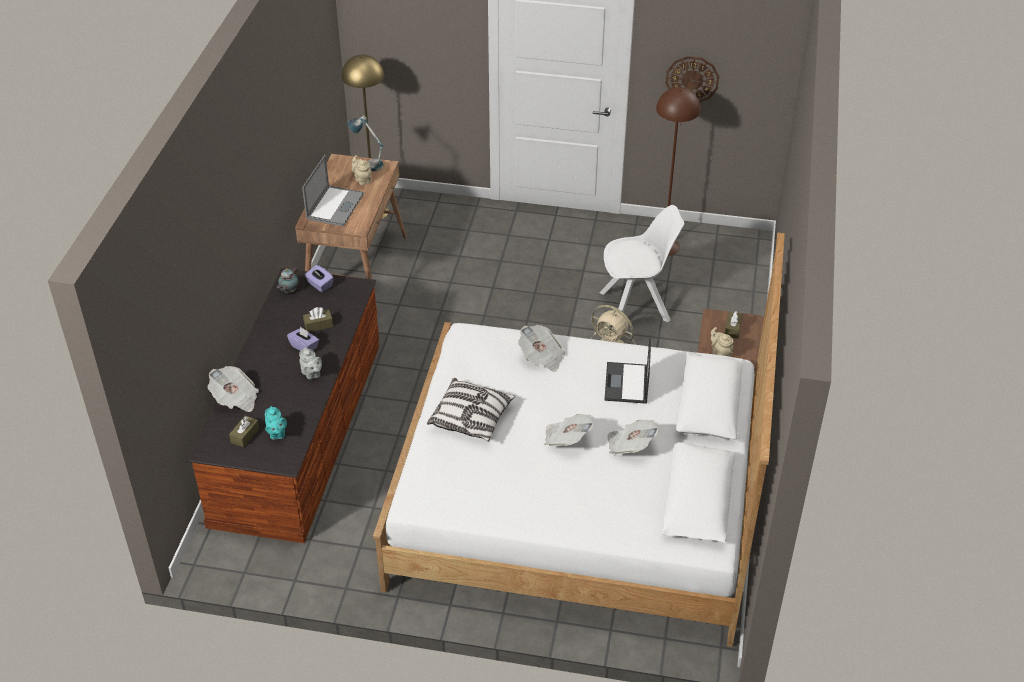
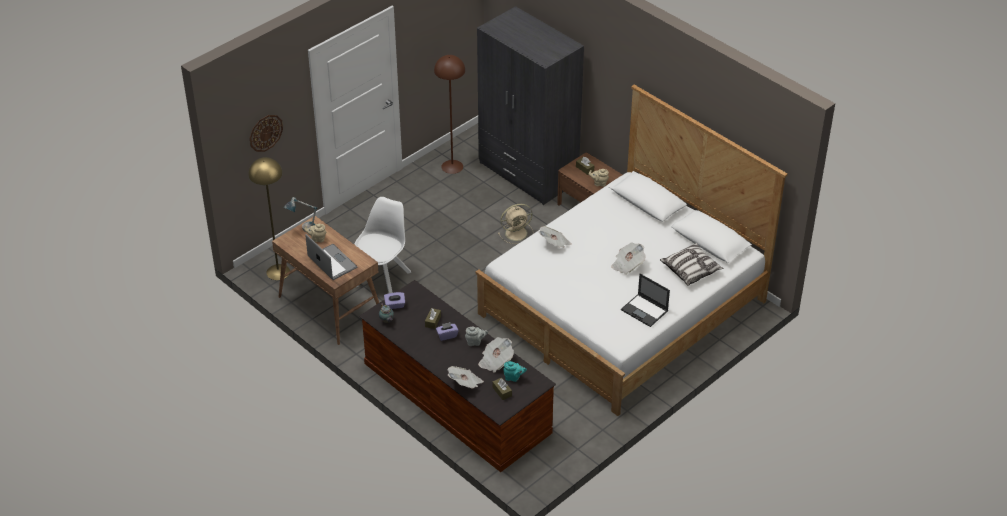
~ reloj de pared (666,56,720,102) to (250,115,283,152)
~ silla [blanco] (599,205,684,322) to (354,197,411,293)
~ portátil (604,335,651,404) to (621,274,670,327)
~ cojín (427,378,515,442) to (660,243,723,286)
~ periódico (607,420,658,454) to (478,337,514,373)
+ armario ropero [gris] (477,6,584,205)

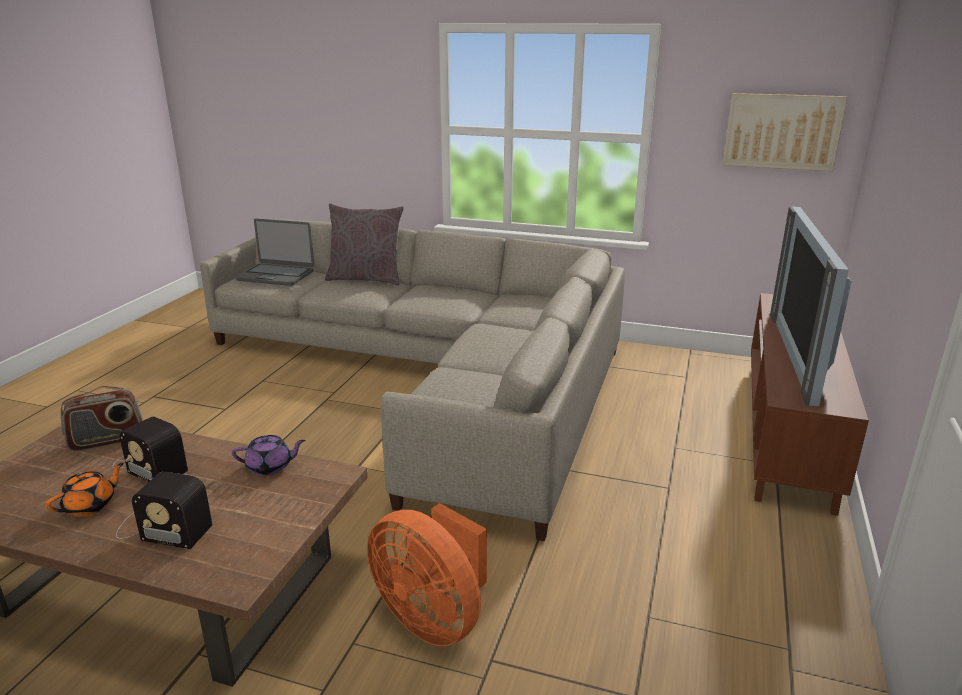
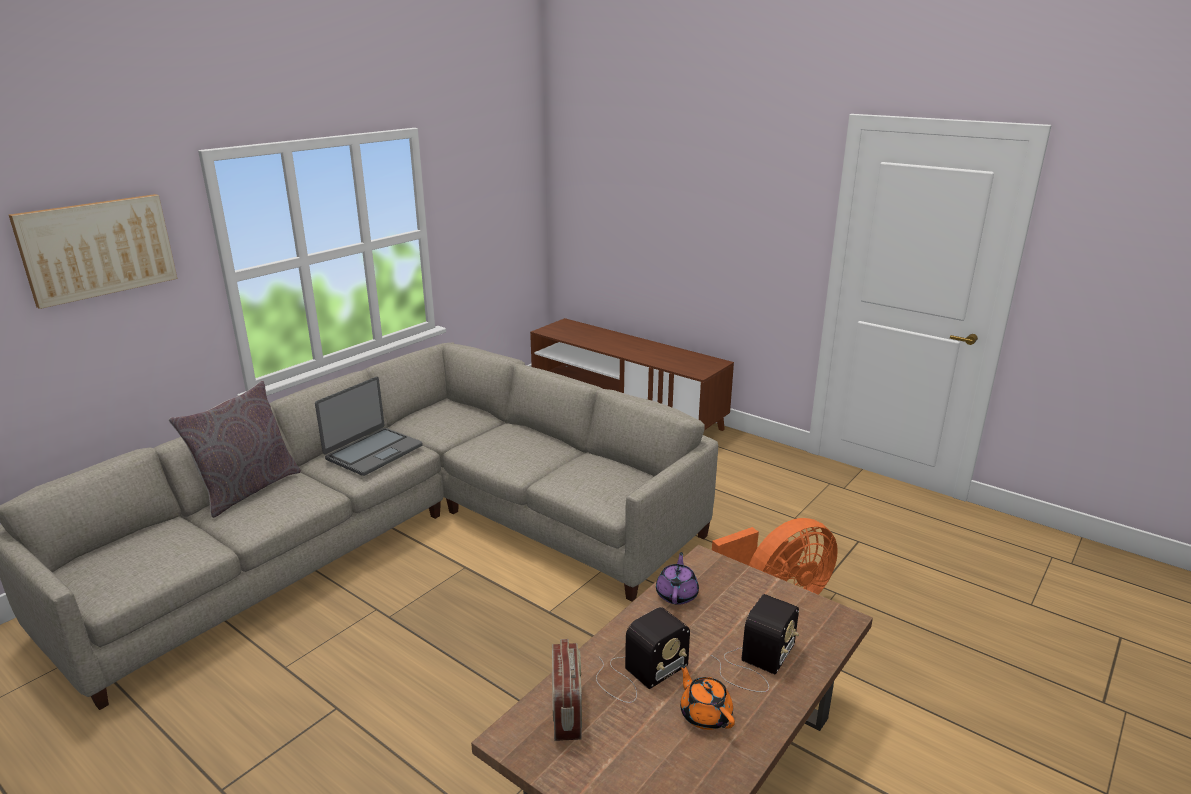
~ cuadro (722,93,847,171) to (9,194,177,309)
- televisor (770,207,852,406)
~ portátil (235,219,314,286) to (315,377,423,476)

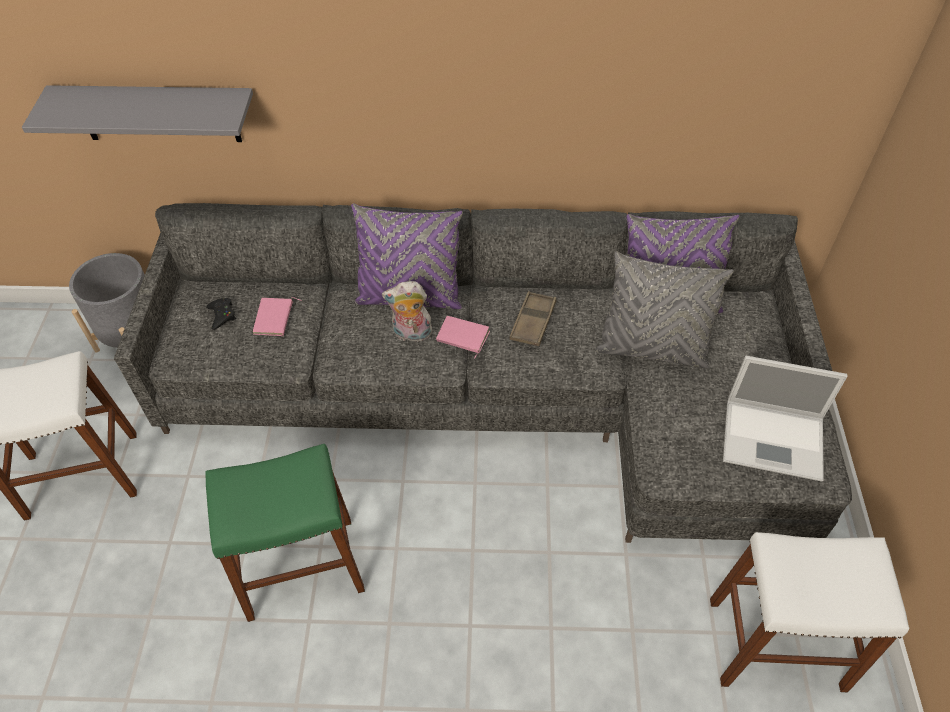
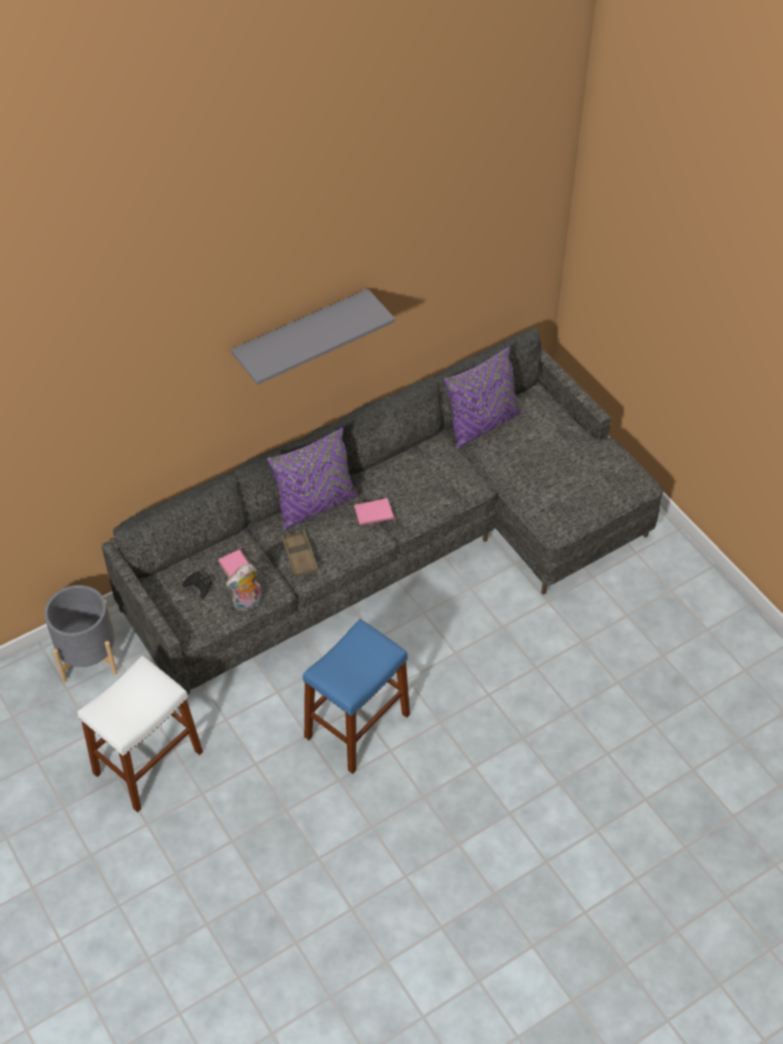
~ estante [gris] (22,85,253,142) to (231,289,395,385)
- cojín [gris] (595,251,734,368)
~ peluche (382,281,432,342) to (226,564,262,611)
~ bandeja [marrón] (510,291,557,346) to (282,530,318,577)
- portátil (723,356,848,482)
~ taburete [verde] (205,444,365,622) to taburete [azul] (303,619,410,774)
- taburete [blanco] (710,532,909,692)

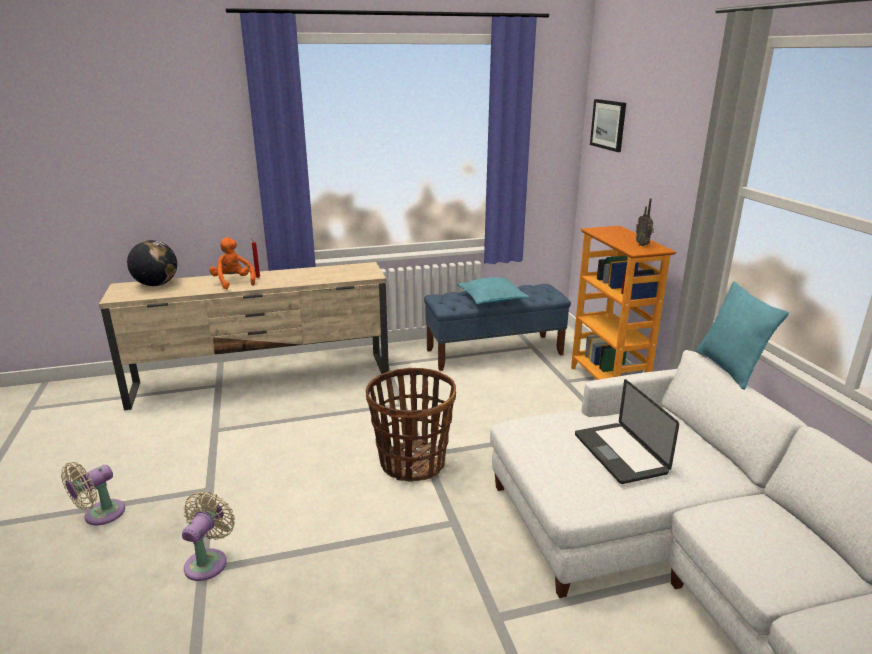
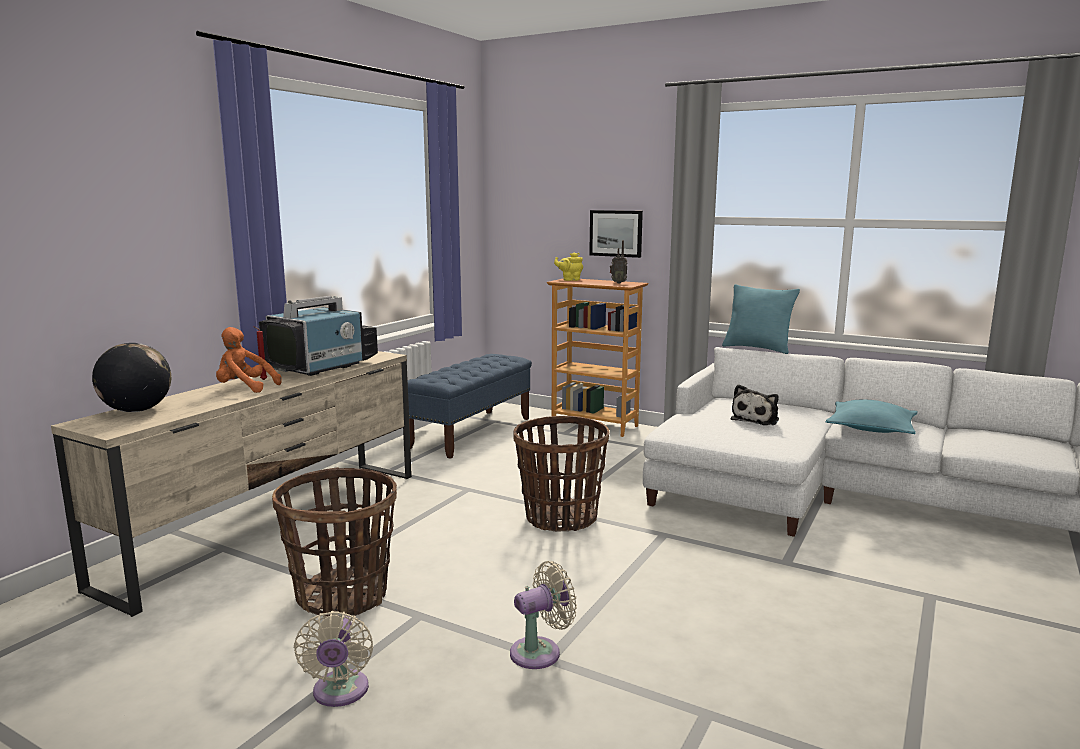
~ cuadro (590,99,626,152) to (589,210,643,258)
~ cojín [turquesa] (457,277,530,304) to (825,400,918,434)
~ portátil (575,379,679,484) to peluche (731,384,779,425)
~ ventilador [beis] (182,491,235,581) = (510,561,577,669) 90 degrees clockwise
+ tetera [amarillo] (554,252,583,281)
+ televisor (259,296,378,376)
+ cesta (272,467,397,617)

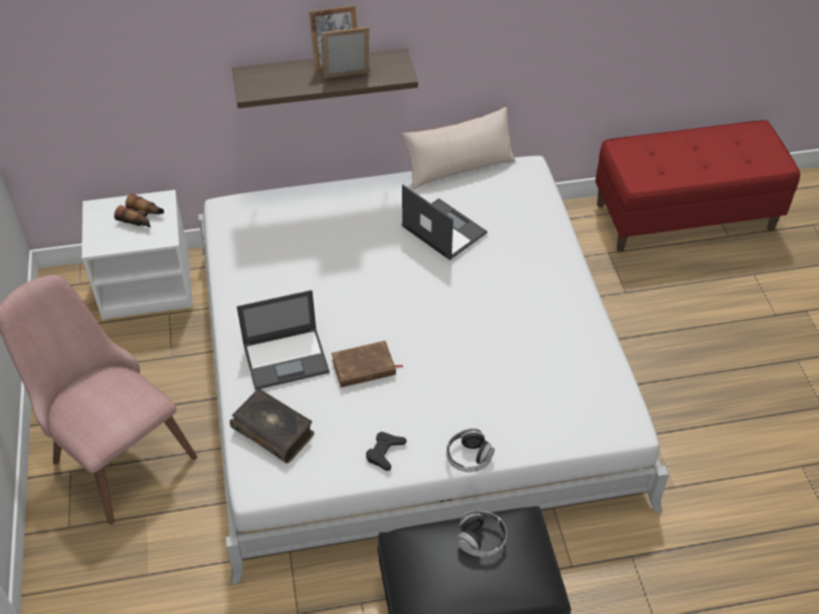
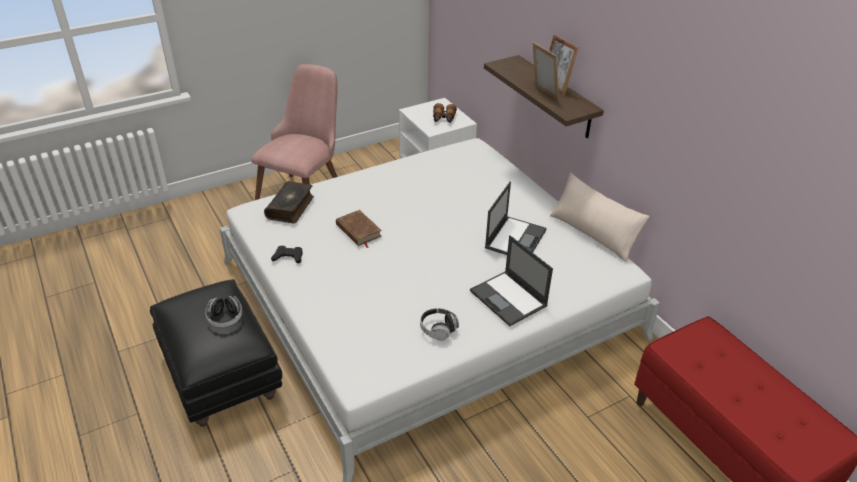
~ portátil (237,290,330,390) to (470,235,553,326)
~ auriculares (446,428,495,472) to (420,308,459,341)

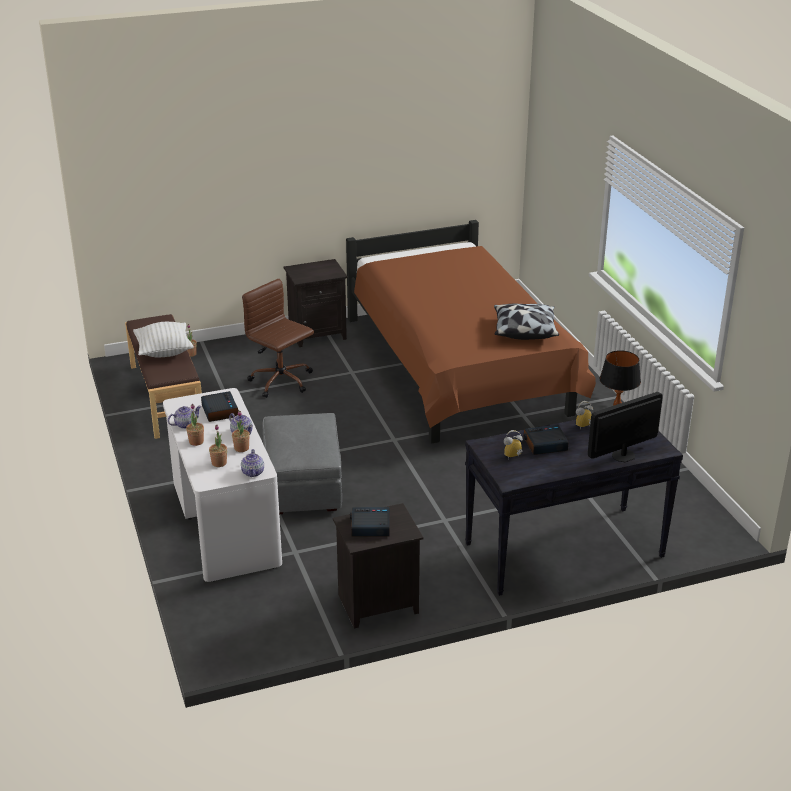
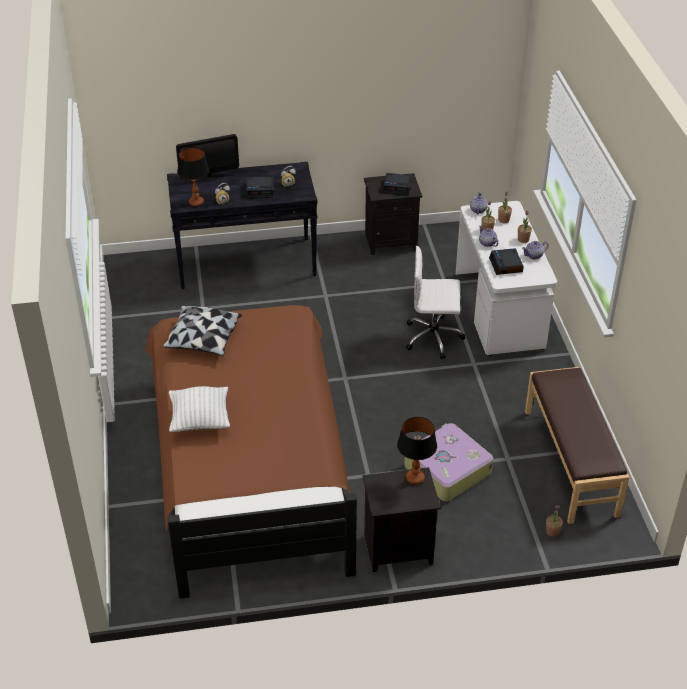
~ silla de oficina [marrón] (242,279,314,398) to maleta (404,423,493,501)
~ cojín [blanco] (133,322,194,357) to (169,386,230,432)
~ puf [gris] (262,413,342,514) to silla de oficina [blanco] (406,246,465,359)
+ lámpara de mesa (397,417,437,485)

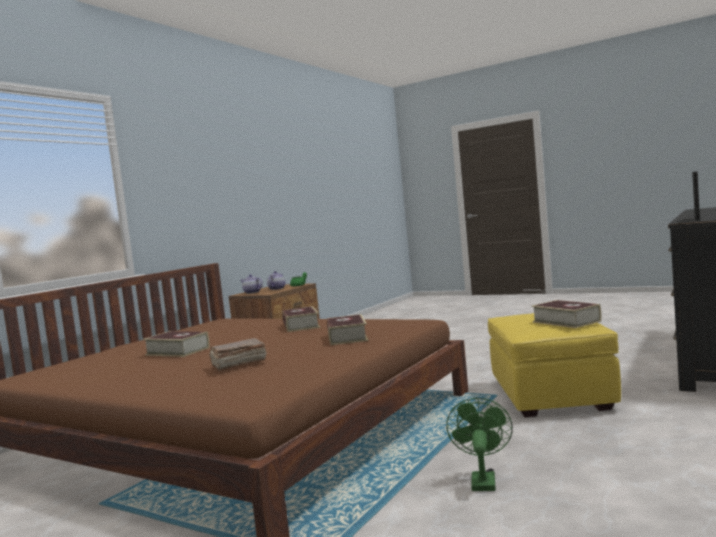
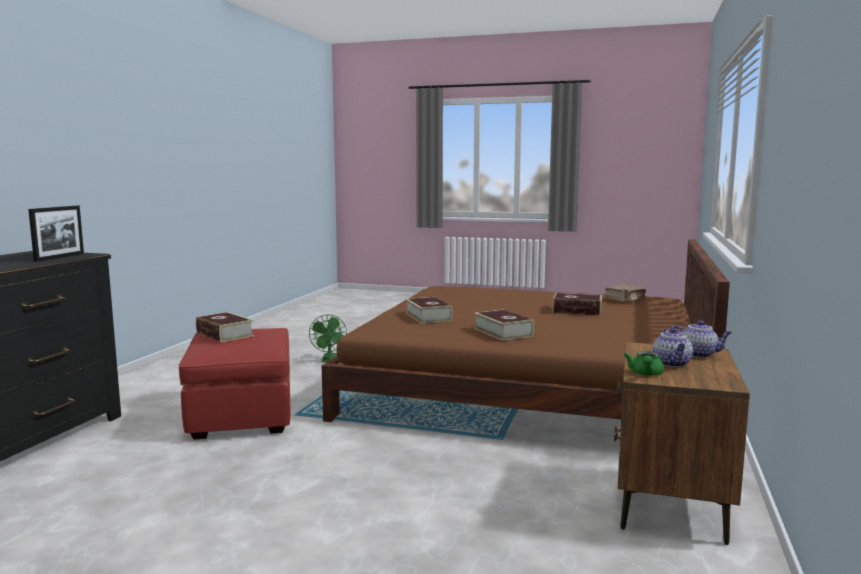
~ puf [amarillo] (488,313,621,417) to puf [rojo] (179,328,290,440)
~ libro [marrón] (209,338,267,371) to (605,284,646,302)

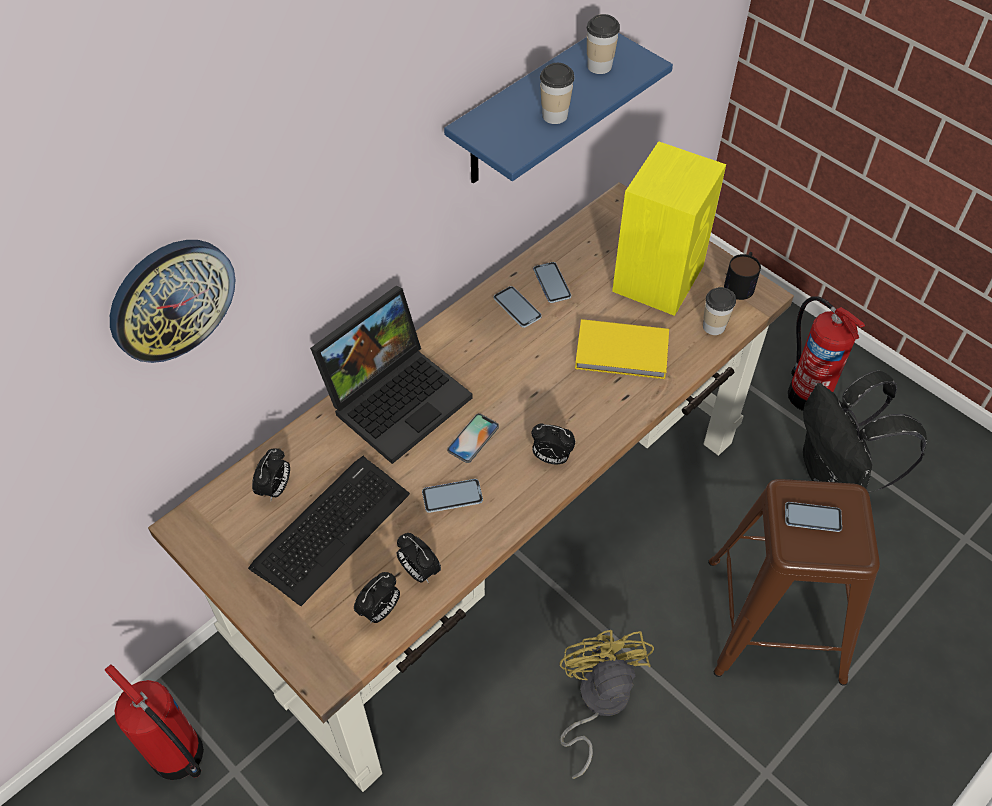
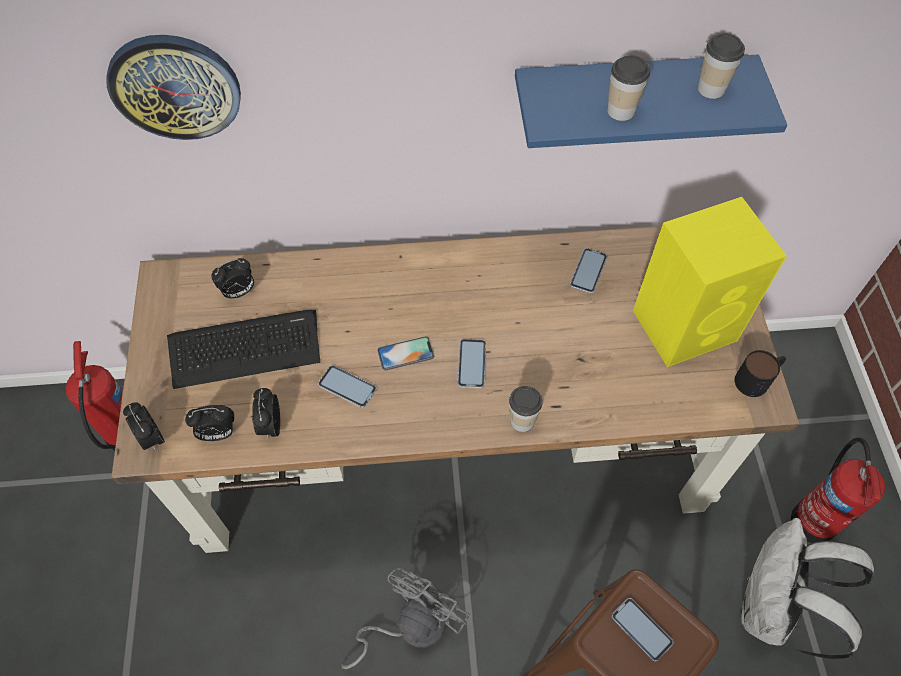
- portátil (310,285,473,464)
~ móvil (494,286,542,328) to (458,339,486,388)
~ taza (703,287,736,335) to (509,386,543,432)
- libro [amarillo] (575,319,669,379)
~ mochila [negro] (803,370,927,492) to mochila [blanco] (741,518,874,659)
~ despertador (531,424,575,464) to (123,402,165,451)
~ ventilador [amarillo] (559,630,654,779) to ventilador [gris] (341,568,470,669)

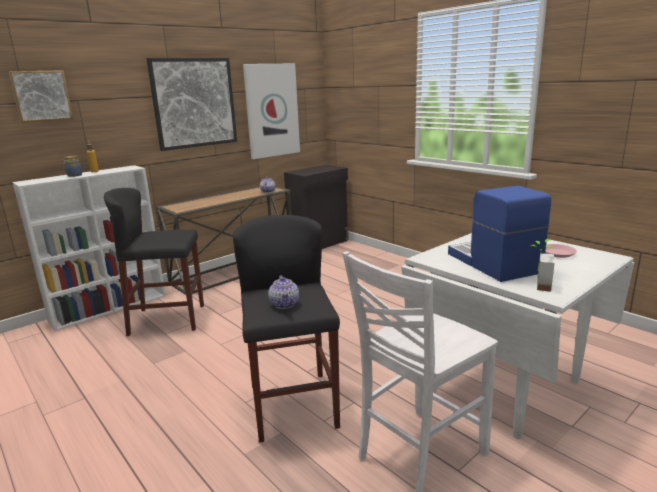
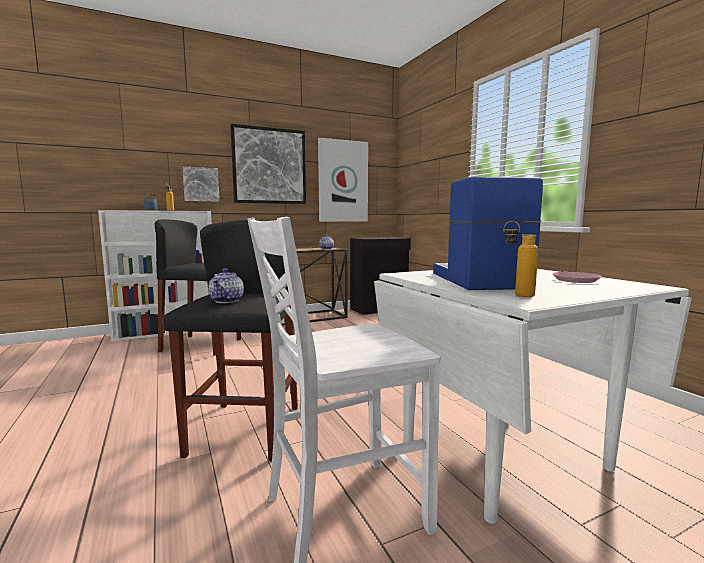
~ cuadro (8,70,73,122) to (181,165,221,203)
~ planta en maceta (530,239,555,292) to botella (504,221,538,297)

